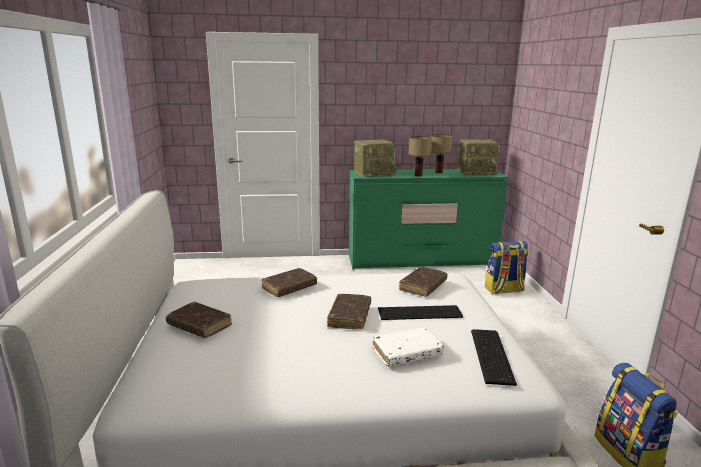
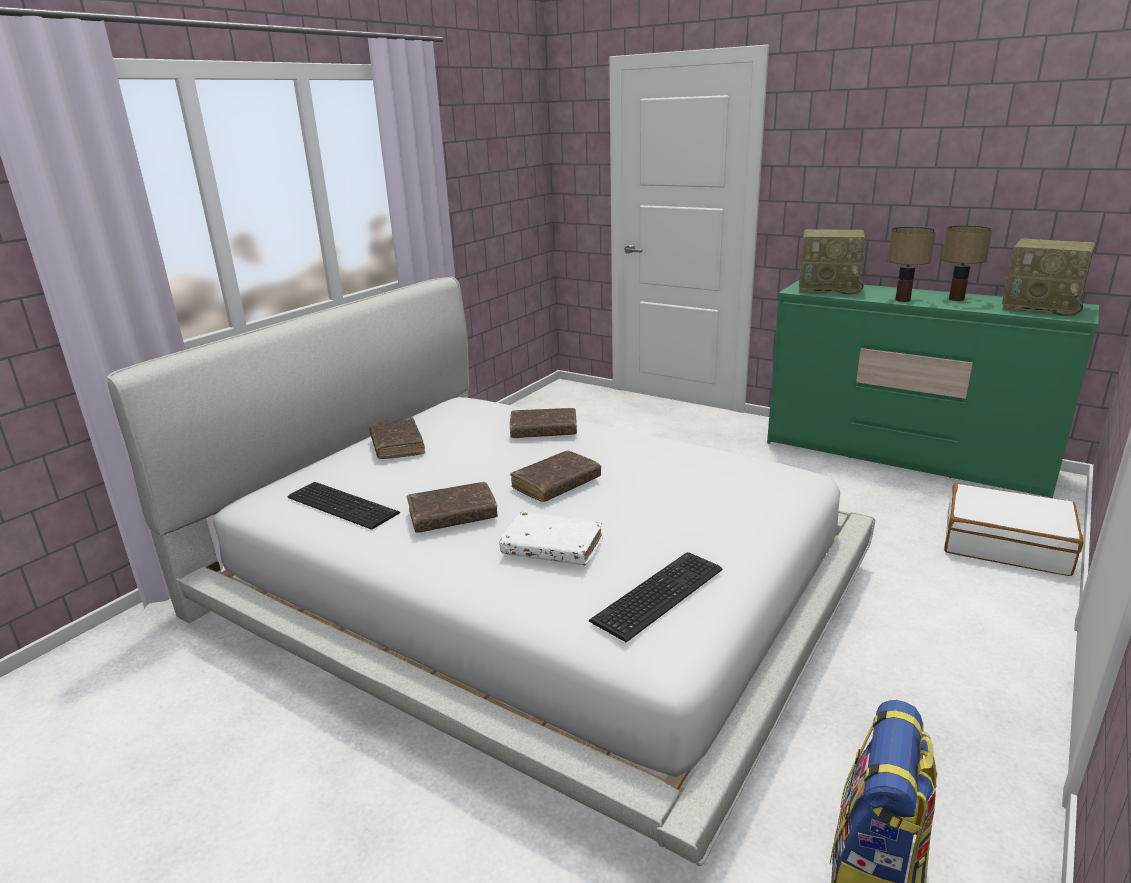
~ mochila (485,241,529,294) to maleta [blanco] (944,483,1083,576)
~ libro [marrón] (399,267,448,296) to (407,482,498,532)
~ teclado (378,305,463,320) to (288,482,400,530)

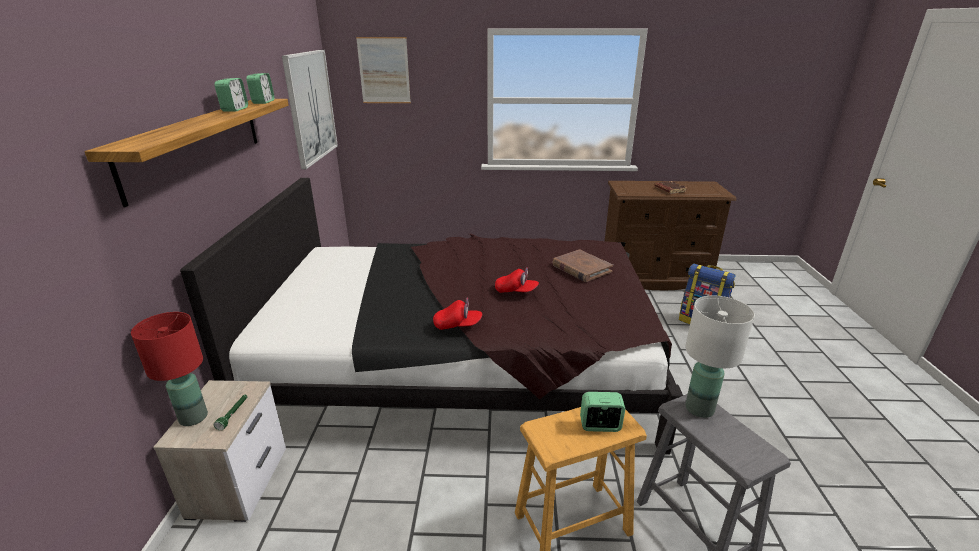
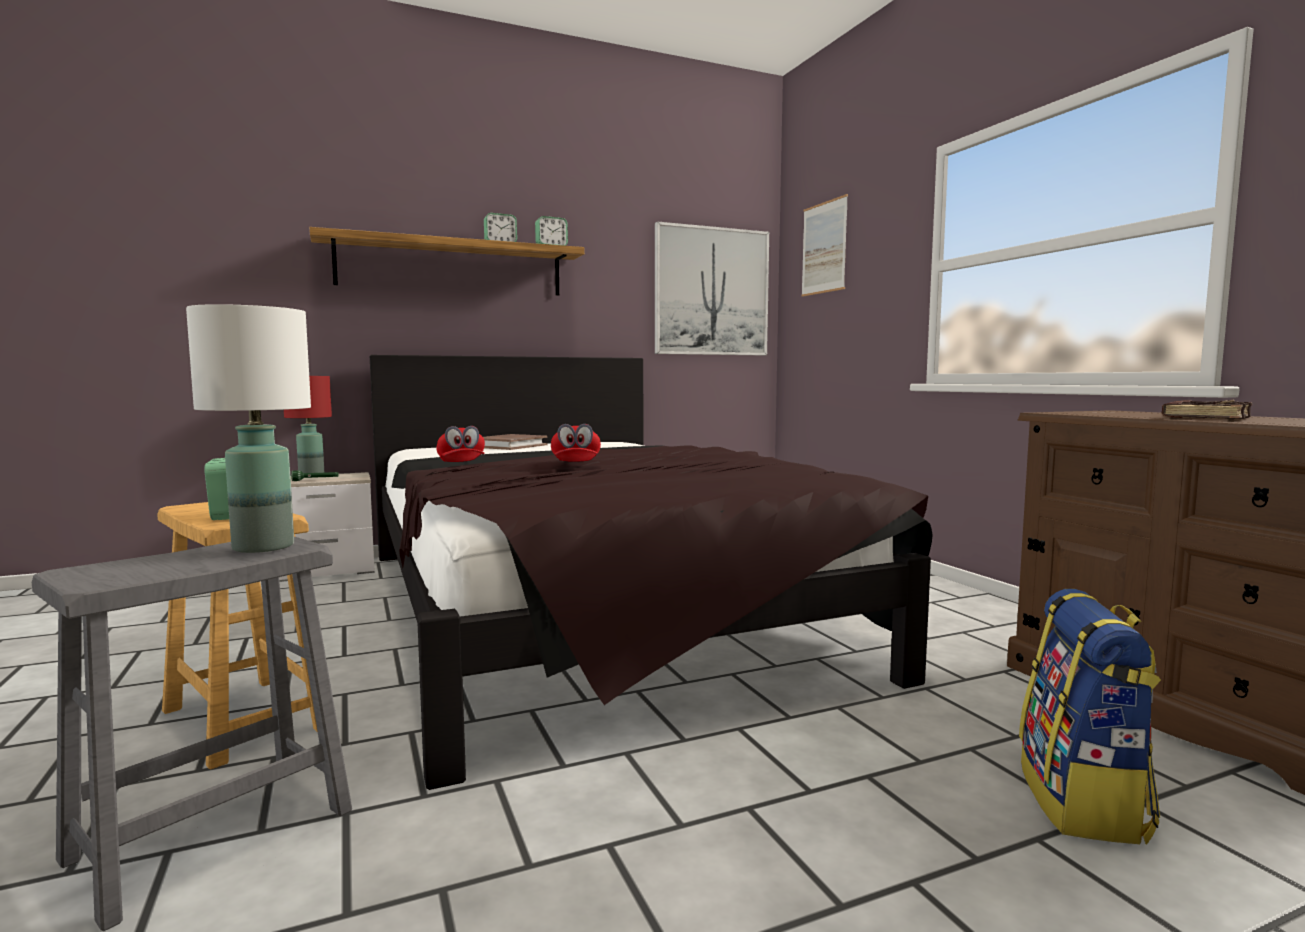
~ libro [marrón] (552,249,613,282) to (483,434,548,450)

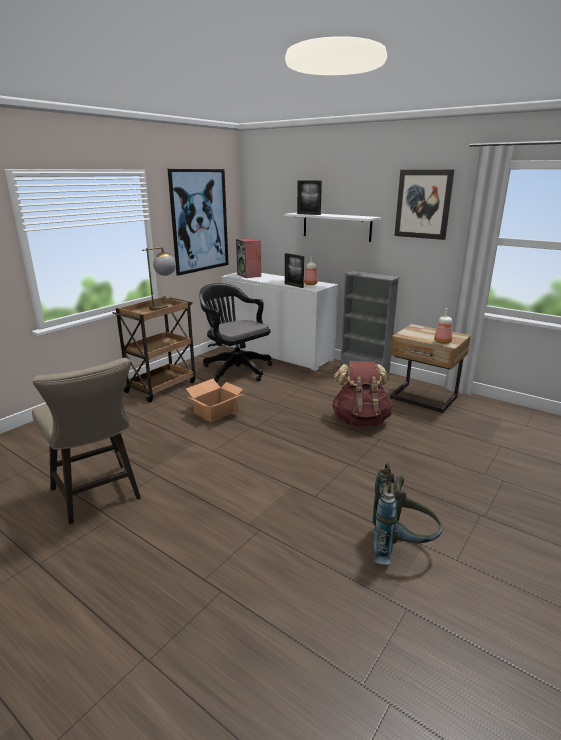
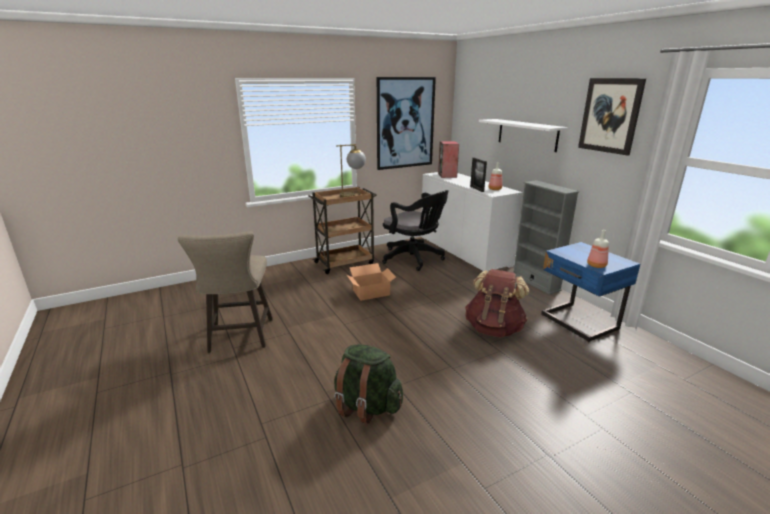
- portarretratos (297,180,322,215)
~ silla de oficina [negro] (199,283,272,382) = (382,190,449,271) 150 degrees clockwise
~ mesita de noche [beis] (390,324,471,414) to mesita de noche [azul] (541,242,640,342)
- mochila [gris] (372,463,443,565)
+ mochila [verde] (334,344,403,424)

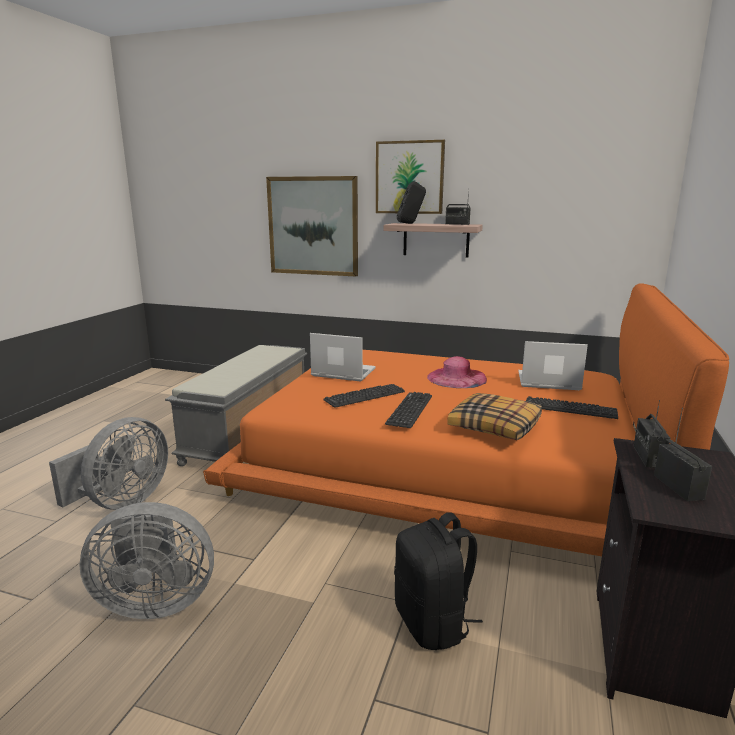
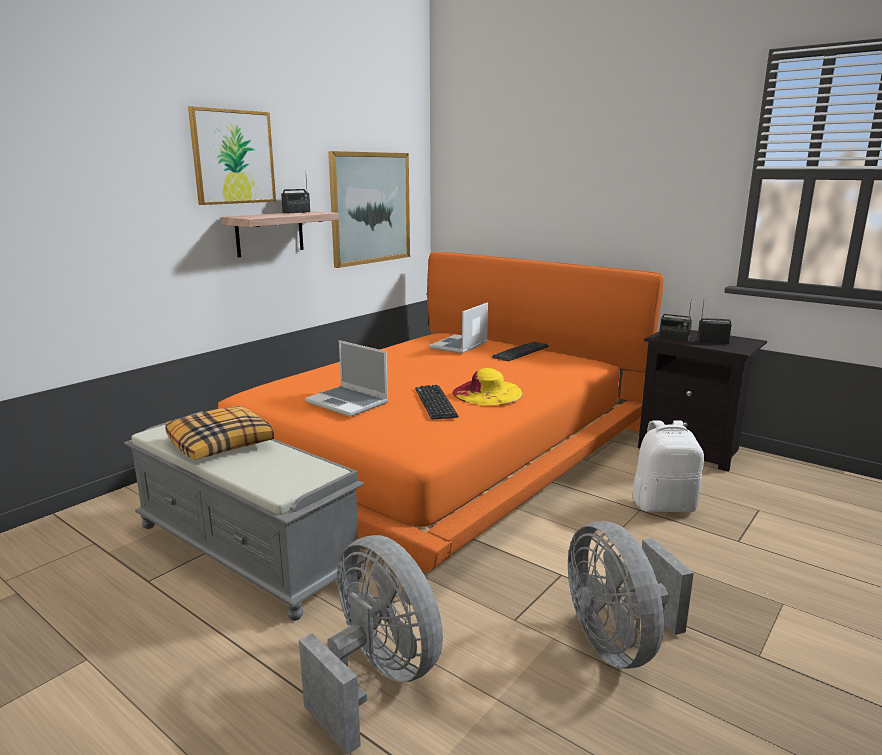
~ cuadro (266,176,358,277) to (328,151,410,268)
- altavoz [negro] (397,181,426,224)
~ portátil (310,333,376,382) = (305,340,388,417) 90 degrees counterclockwise
- sombrero [rosa] (427,356,487,388)
~ teclado (385,392,432,428) to sombrero [amarillo] (453,368,523,405)
~ cojín (447,393,542,440) to (165,406,274,460)
~ ventilador [gris] (79,502,214,619) = (568,521,694,669) 150 degrees clockwise
~ mochila [negro] (394,512,483,650) to mochila [blanco] (632,420,704,512)

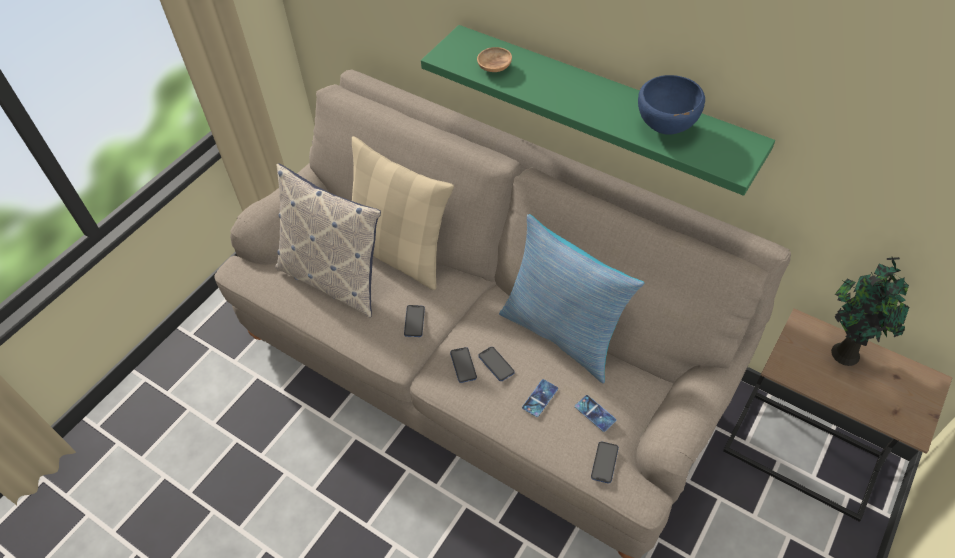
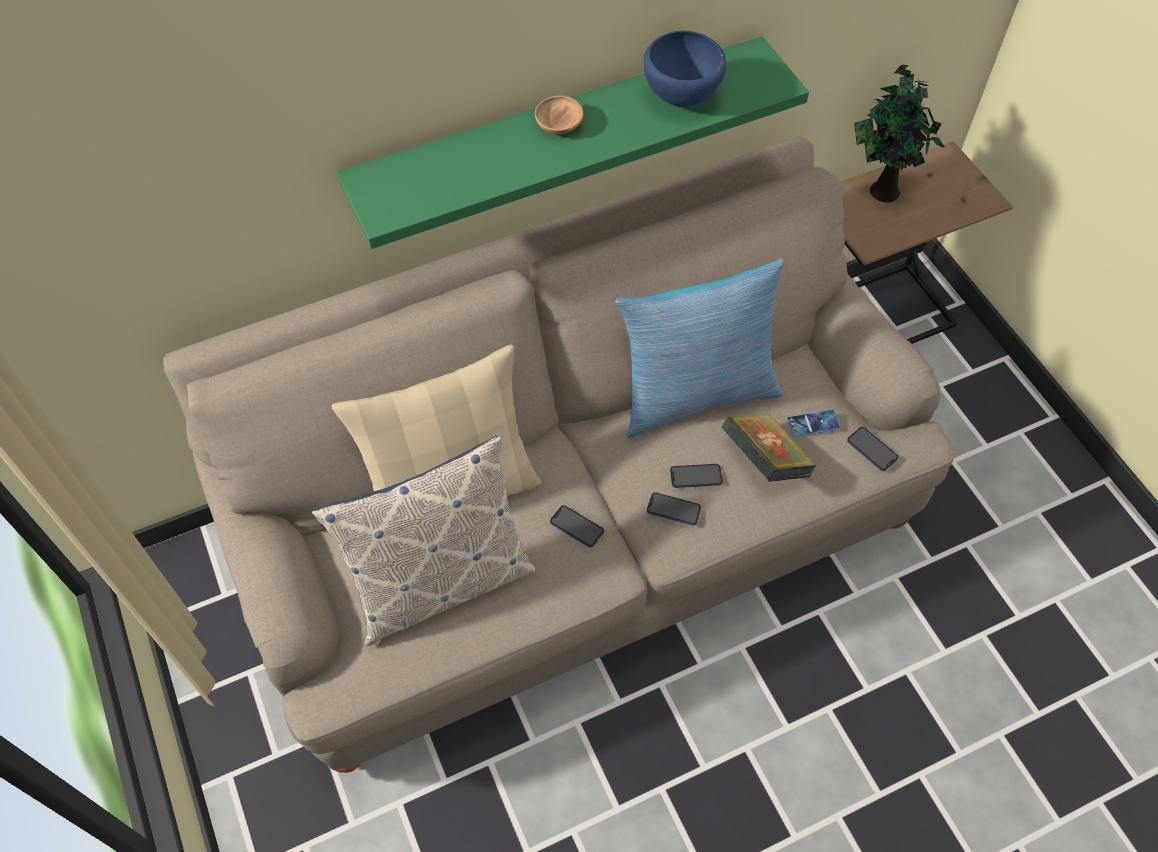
~ cuenco [marrón] (477,47,512,72) to (535,95,583,134)
~ móvil (522,379,558,417) to libro (722,413,817,482)

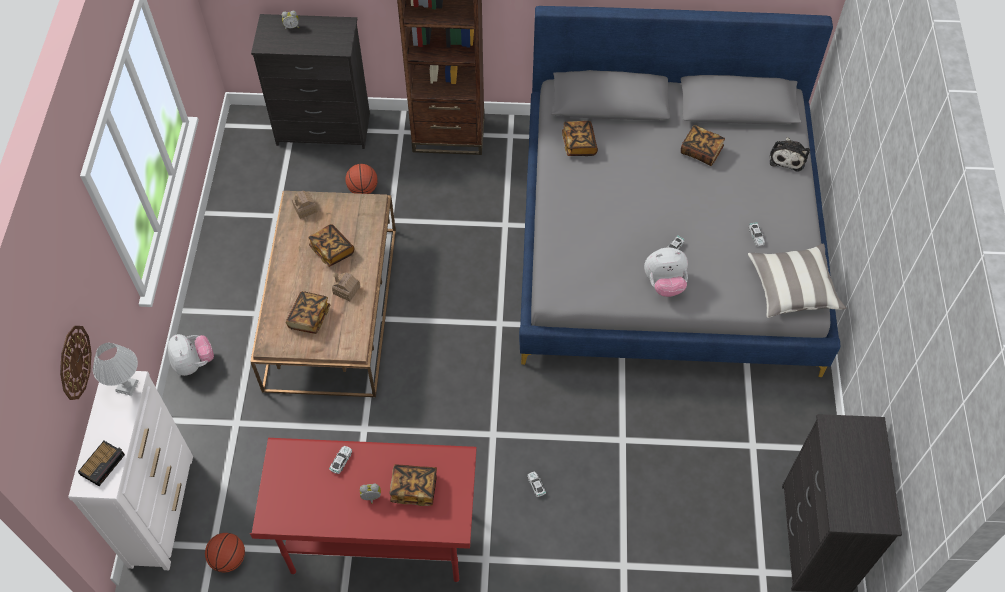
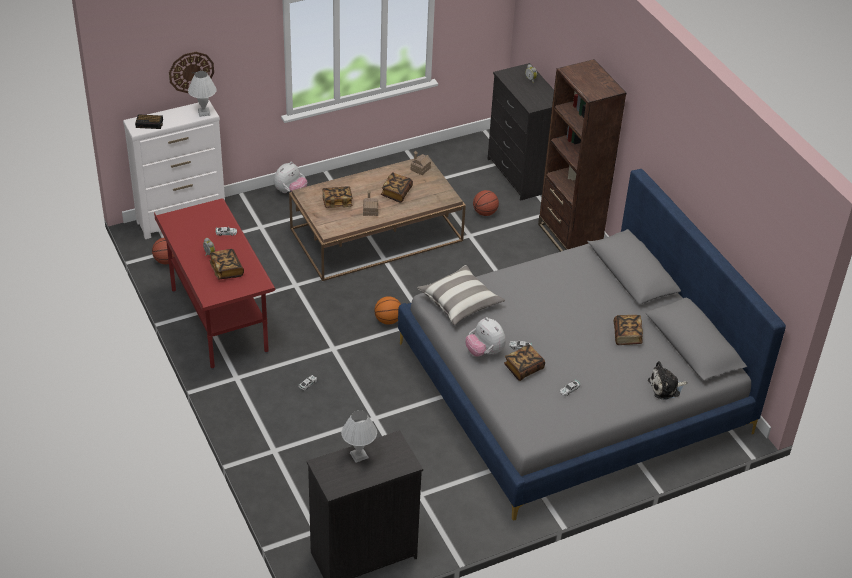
~ libro (562,121,598,156) to (504,344,545,381)
~ cojín (748,244,846,318) to (417,265,505,325)
+ balón de baloncesto (374,296,401,325)
+ lámpara de mesa [blanco] (341,410,377,463)

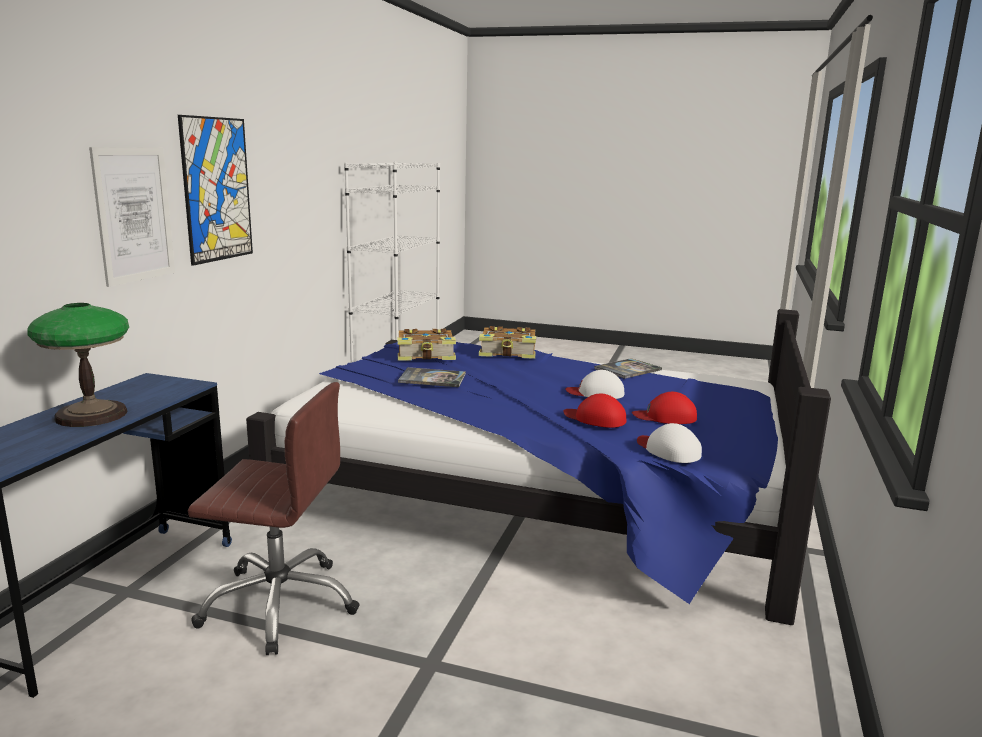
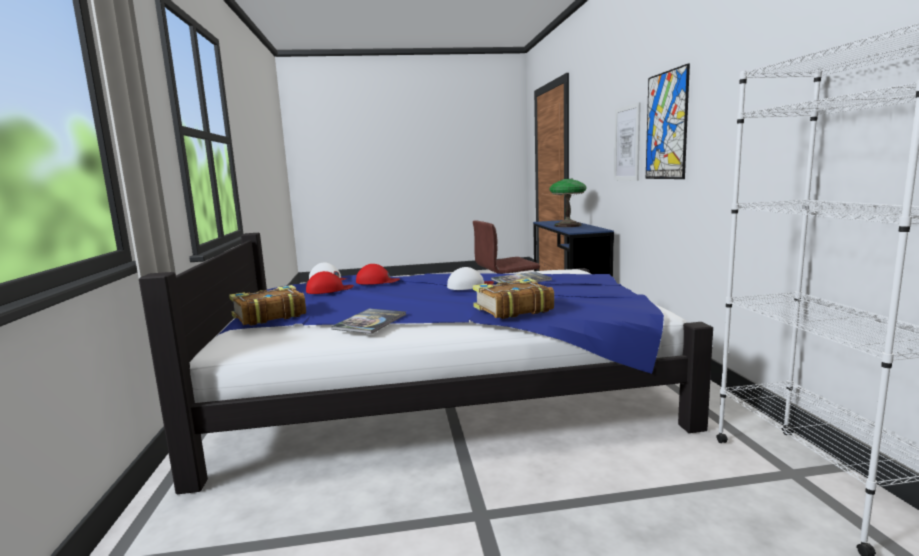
~ libro (397,329,456,361) to (229,285,306,326)
~ gorra [blanco] (565,370,624,399) to (447,267,494,290)

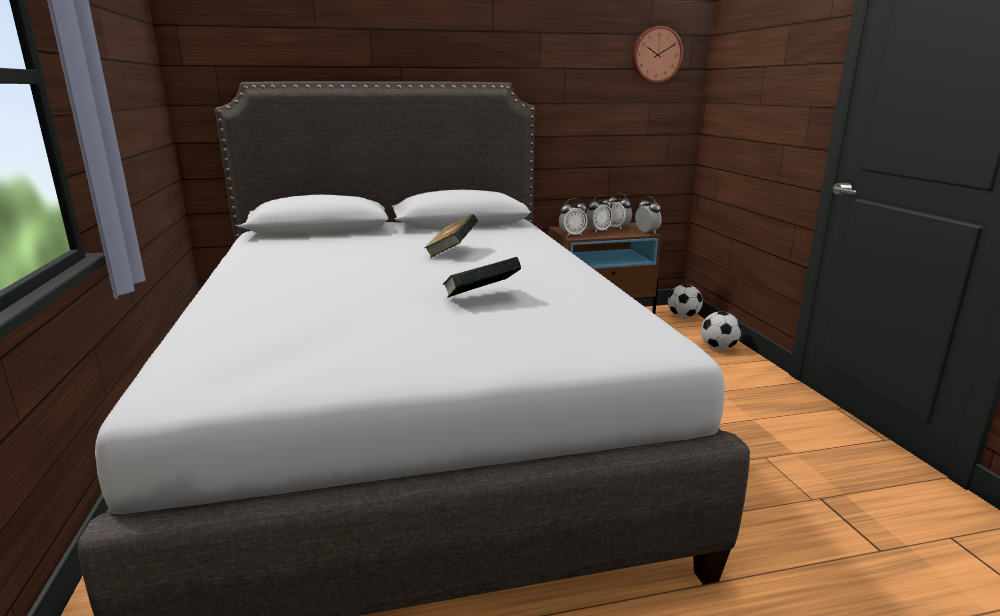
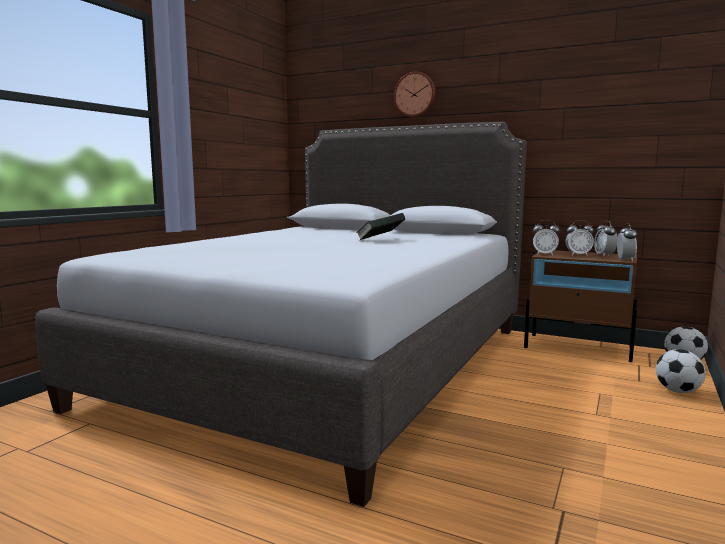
~ reloj de pared (632,26,683,83) to (394,72,436,117)
- libro (443,257,521,298)

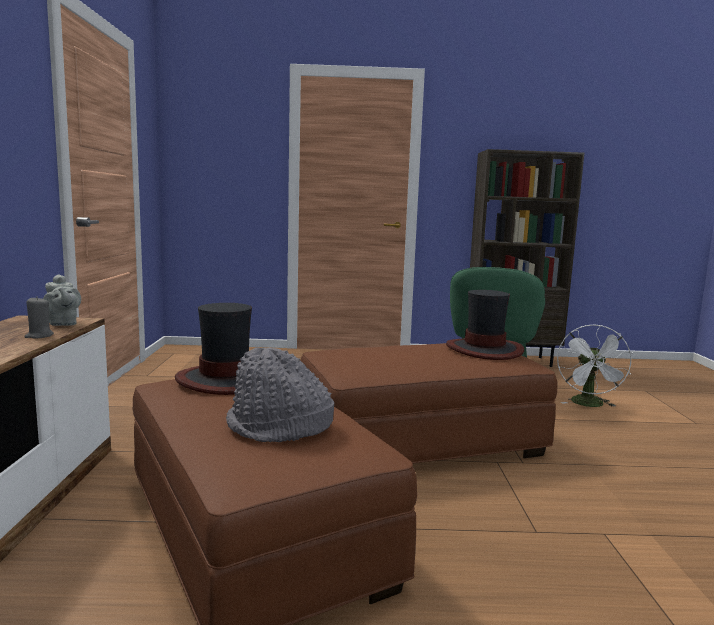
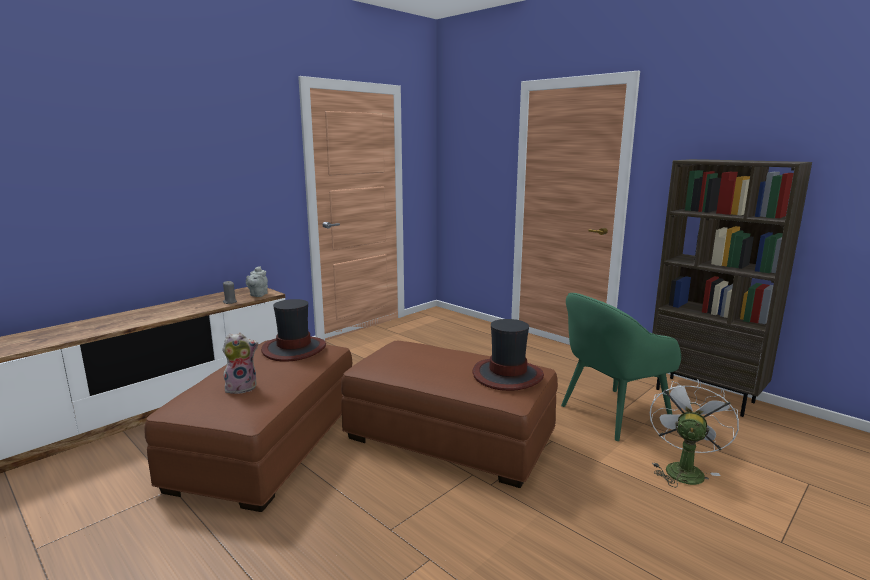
~ ventilador [blanco] (557,324,633,407) = (650,379,739,488) 150 degrees clockwise
~ sombrero [gris] (226,348,334,442) to peluche (222,333,258,394)

